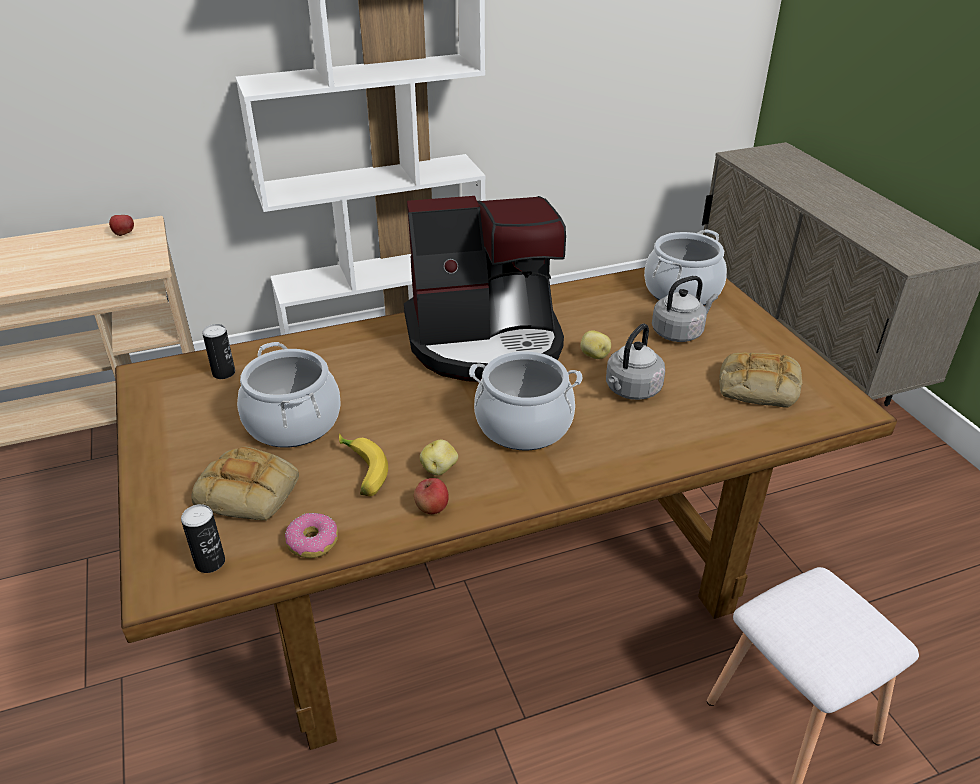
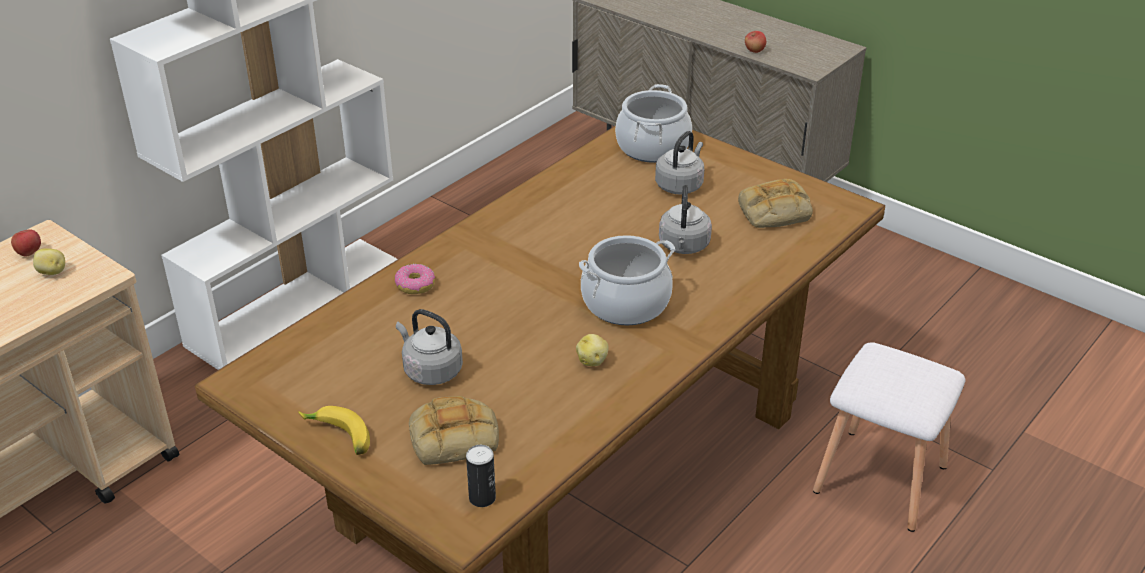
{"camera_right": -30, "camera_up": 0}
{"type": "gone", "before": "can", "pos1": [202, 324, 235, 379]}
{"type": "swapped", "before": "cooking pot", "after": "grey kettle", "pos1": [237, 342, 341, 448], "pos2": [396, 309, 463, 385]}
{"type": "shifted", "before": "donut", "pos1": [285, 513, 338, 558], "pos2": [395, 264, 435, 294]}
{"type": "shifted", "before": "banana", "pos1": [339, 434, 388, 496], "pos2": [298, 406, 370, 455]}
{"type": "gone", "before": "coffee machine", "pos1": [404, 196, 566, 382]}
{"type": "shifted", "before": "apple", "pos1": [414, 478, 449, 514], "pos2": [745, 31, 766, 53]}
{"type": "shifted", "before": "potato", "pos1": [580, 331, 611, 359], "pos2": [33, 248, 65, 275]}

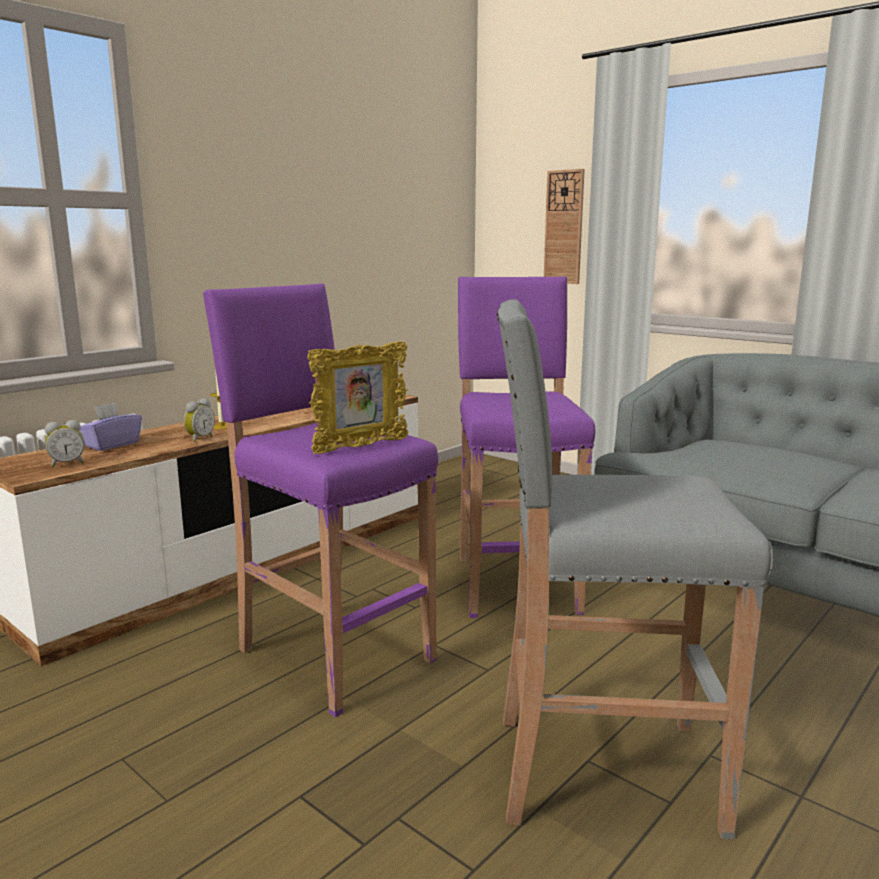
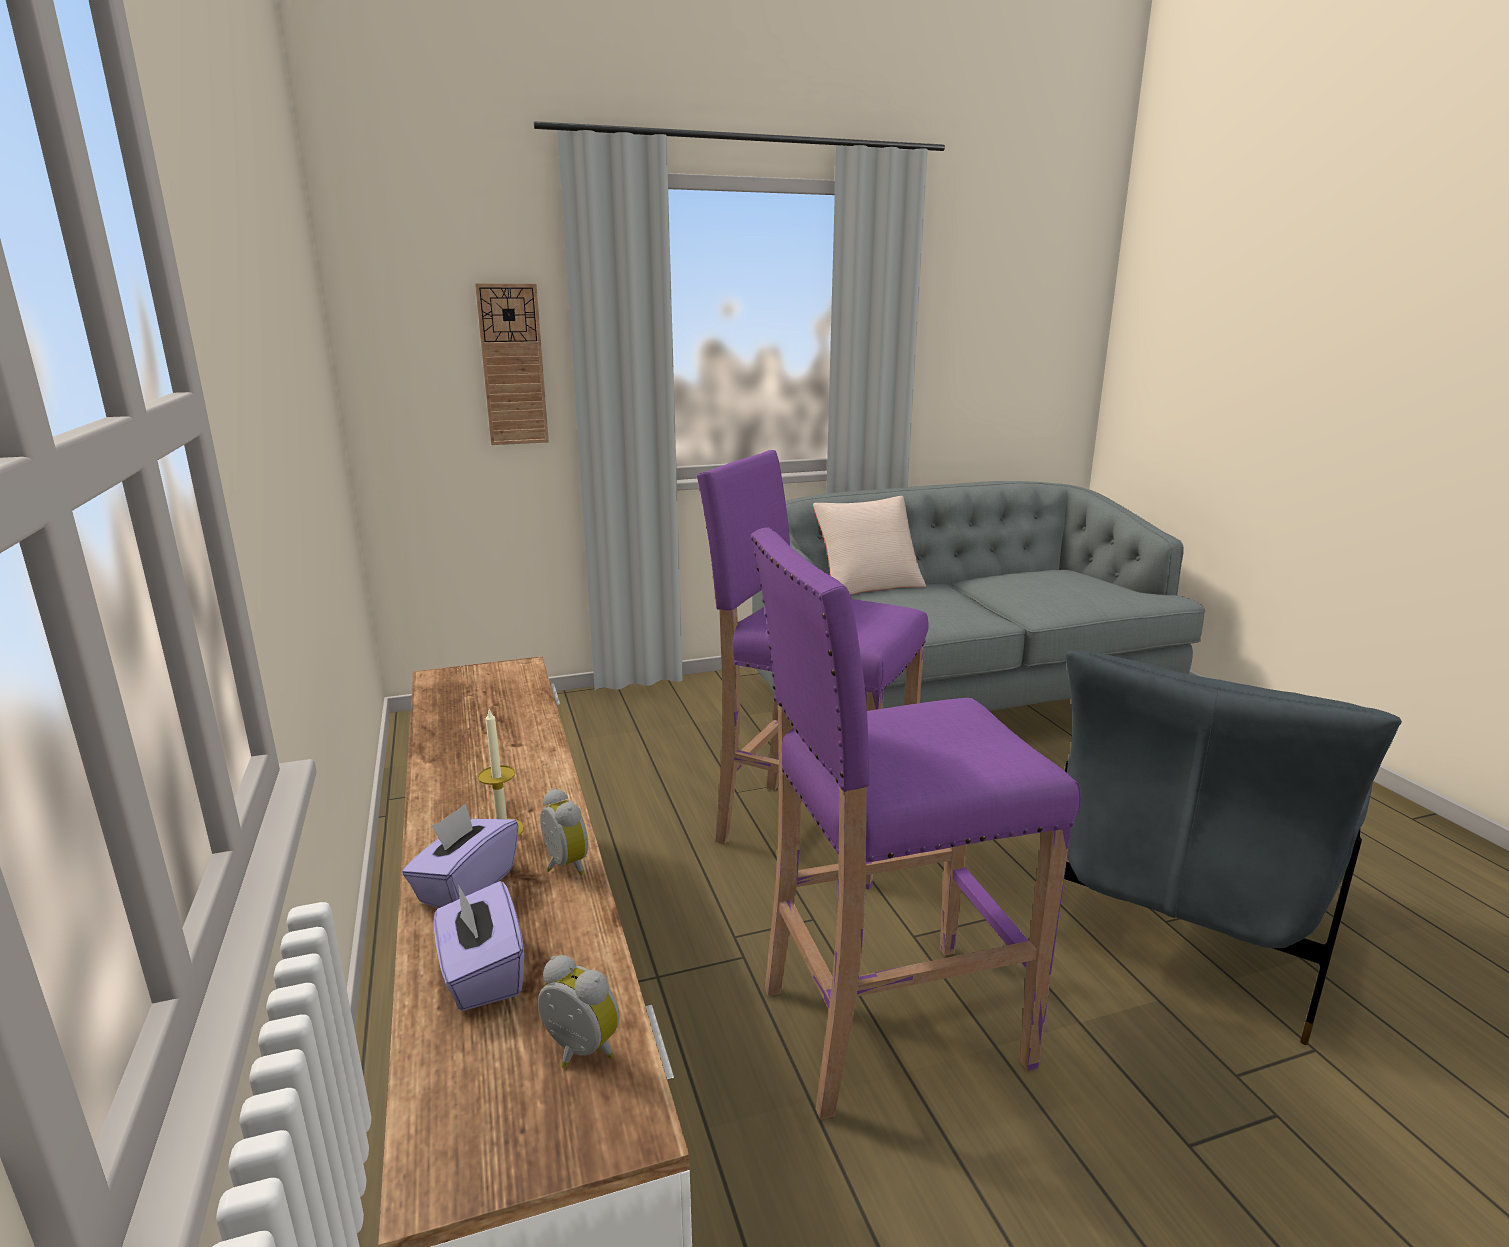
{"camera_right": -60, "camera_up": 5}
{"type": "rotated", "before": "alarm clock", "pos1": [45, 420, 85, 468], "pos2": [538, 955, 620, 1068], "turn": -60}
{"type": "gone", "before": "picture frame", "pos1": [307, 342, 408, 454]}
{"type": "swapped", "before": "grey stool", "after": "grey armchair", "pos1": [497, 299, 773, 839], "pos2": [1064, 650, 1402, 1045]}
{"type": "new", "after": "purple tissue box", "pos2": [402, 804, 519, 908]}
{"type": "new", "after": "beige pillow", "pos2": [813, 496, 926, 595]}

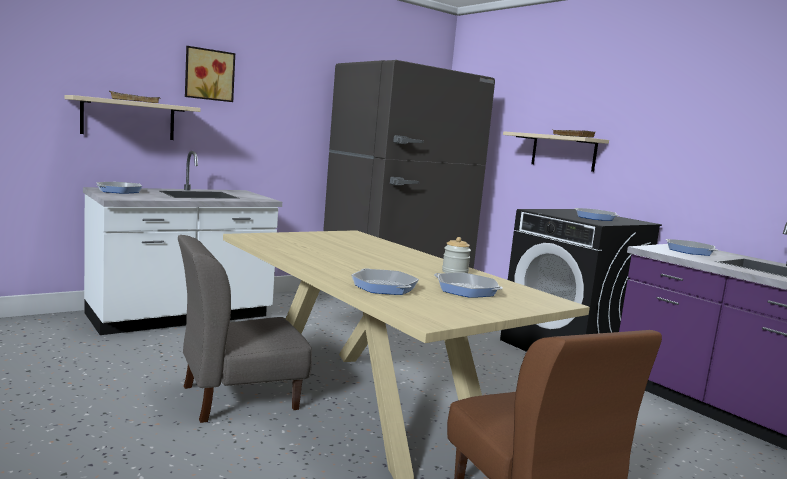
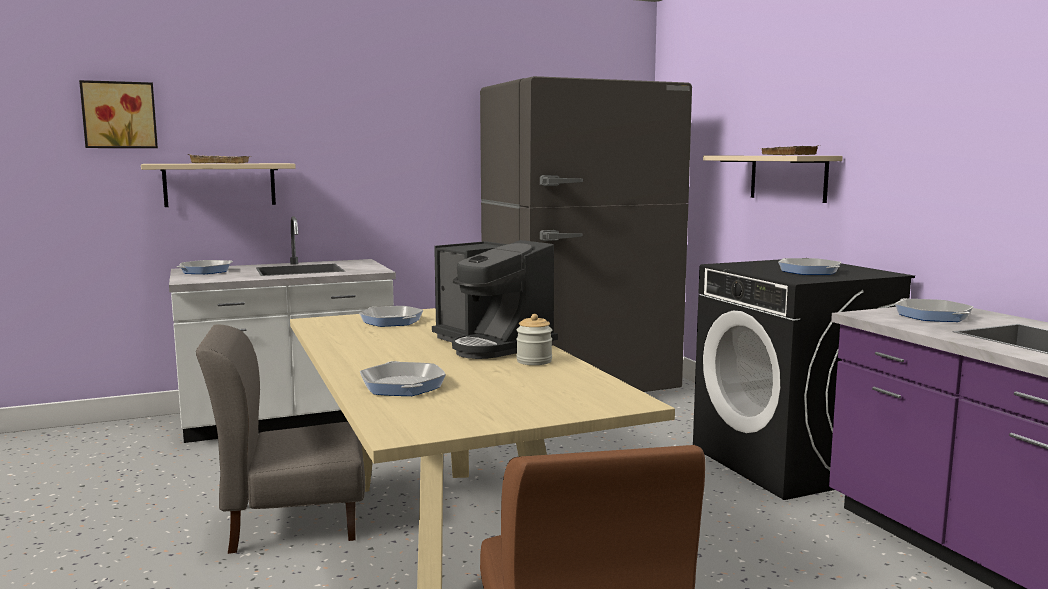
{"camera_right": 15, "camera_up": 0}
{"type": "shifted", "before": "picture", "pos1": [185, 46, 235, 102], "pos2": [79, 80, 158, 148]}
{"type": "shifted", "before": "frying pan", "pos1": [434, 273, 503, 298], "pos2": [359, 306, 423, 327]}
{"type": "new", "after": "coffee machine", "pos2": [432, 240, 558, 359]}

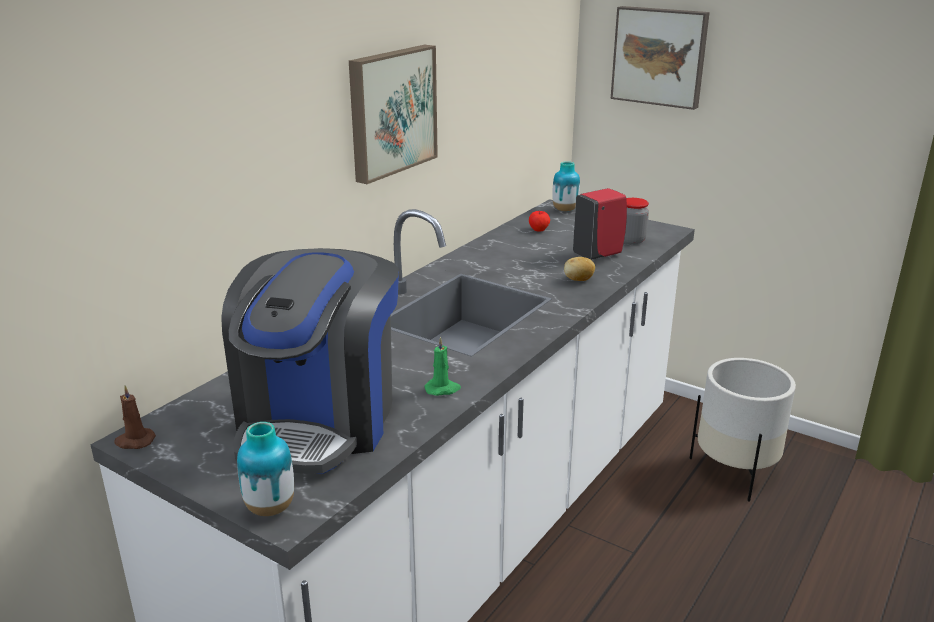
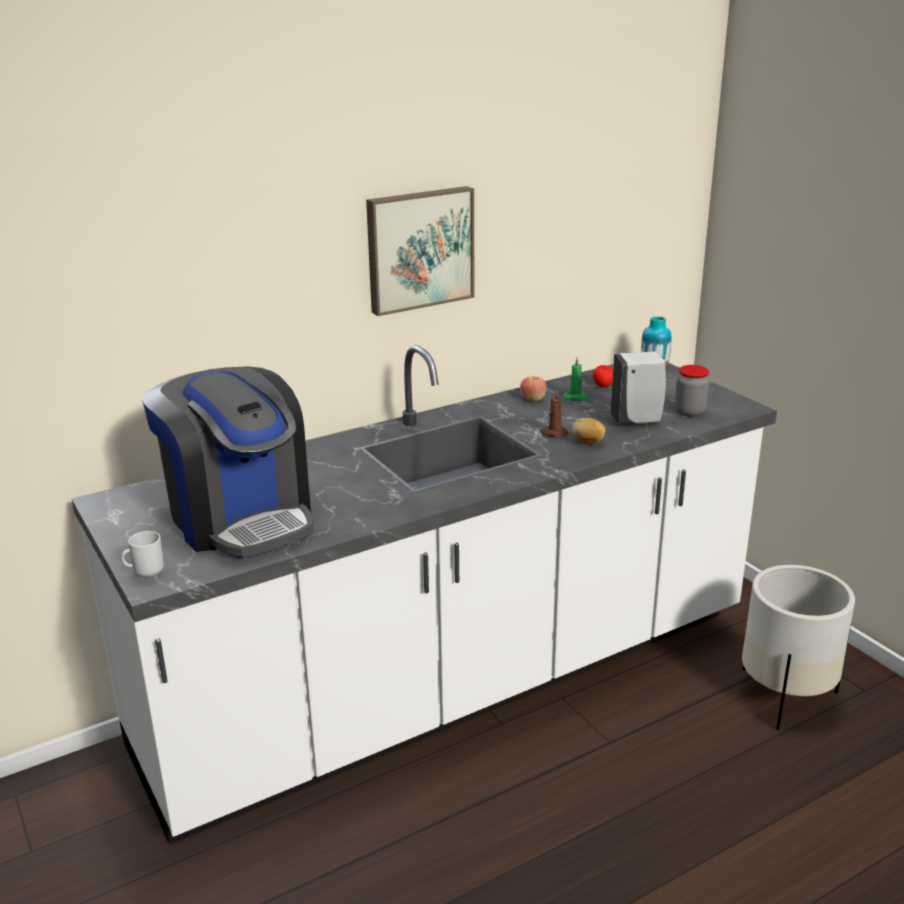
{"camera_right": 25, "camera_up": 0}
{"type": "shifted", "before": "brown candle", "pos1": [114, 385, 156, 449], "pos2": [540, 390, 569, 438]}
{"type": "rotated", "before": "coffee machine", "pos1": [221, 248, 399, 474], "pos2": [142, 366, 313, 558], "turn": -75}
{"type": "swapped", "before": "vase", "after": "mug", "pos1": [237, 422, 294, 516], "pos2": [121, 531, 164, 578]}
{"type": "shifted", "before": "green candle", "pos1": [424, 337, 461, 396], "pos2": [563, 357, 590, 401]}
{"type": "repainted", "before": "red soap dispenser", "after": "white soap dispenser", "pos1": [573, 188, 627, 260], "pos2": [611, 351, 666, 424]}
{"type": "gone", "before": "picture", "pos1": [611, 6, 710, 110]}
{"type": "new", "after": "apple", "pos2": [520, 376, 547, 401]}

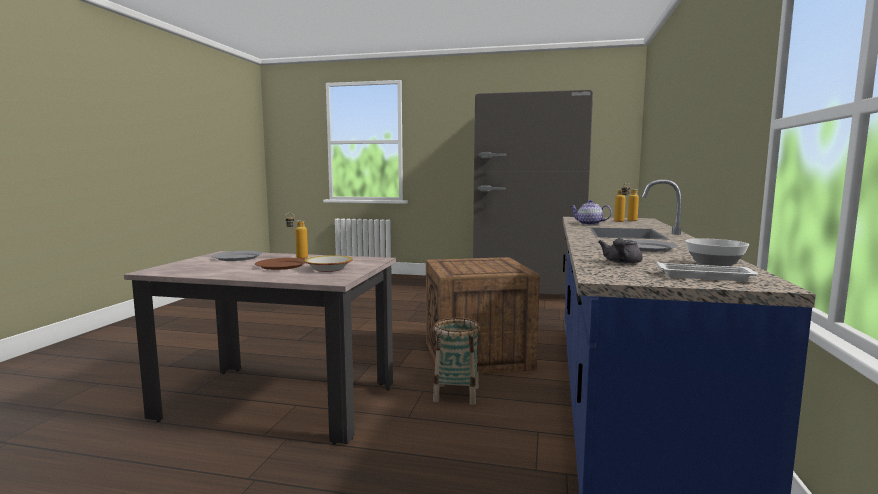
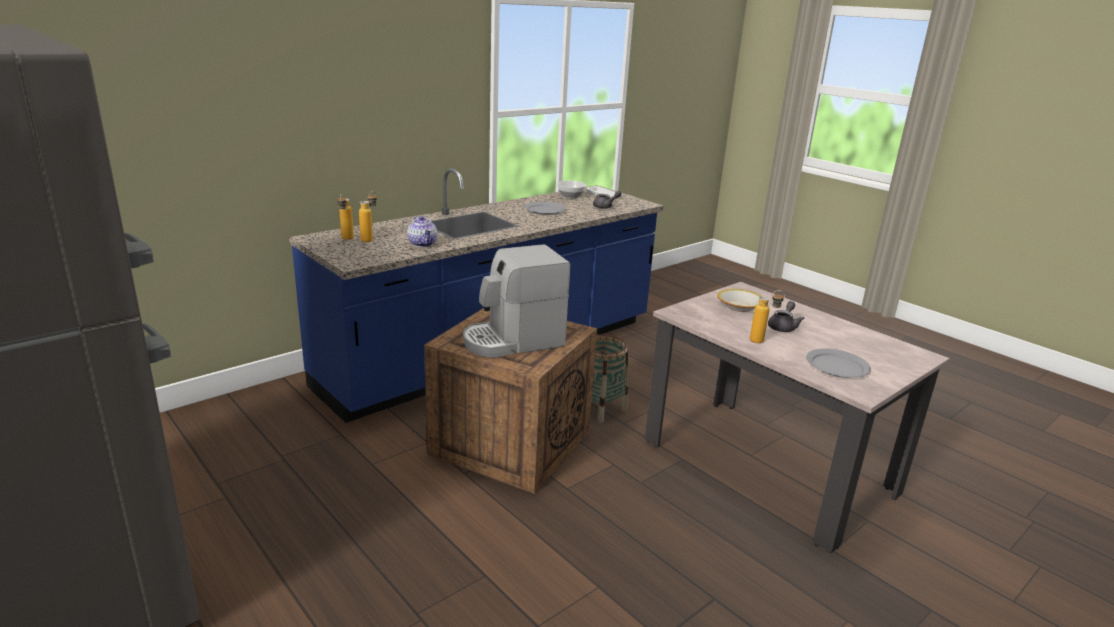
{"camera_right": -145, "camera_up": 15}
{"type": "swapped", "before": "brown plate", "after": "grey teapot", "pos1": [255, 258, 305, 270], "pos2": [768, 301, 805, 332]}
{"type": "new", "after": "coffee machine", "pos2": [463, 244, 570, 358]}

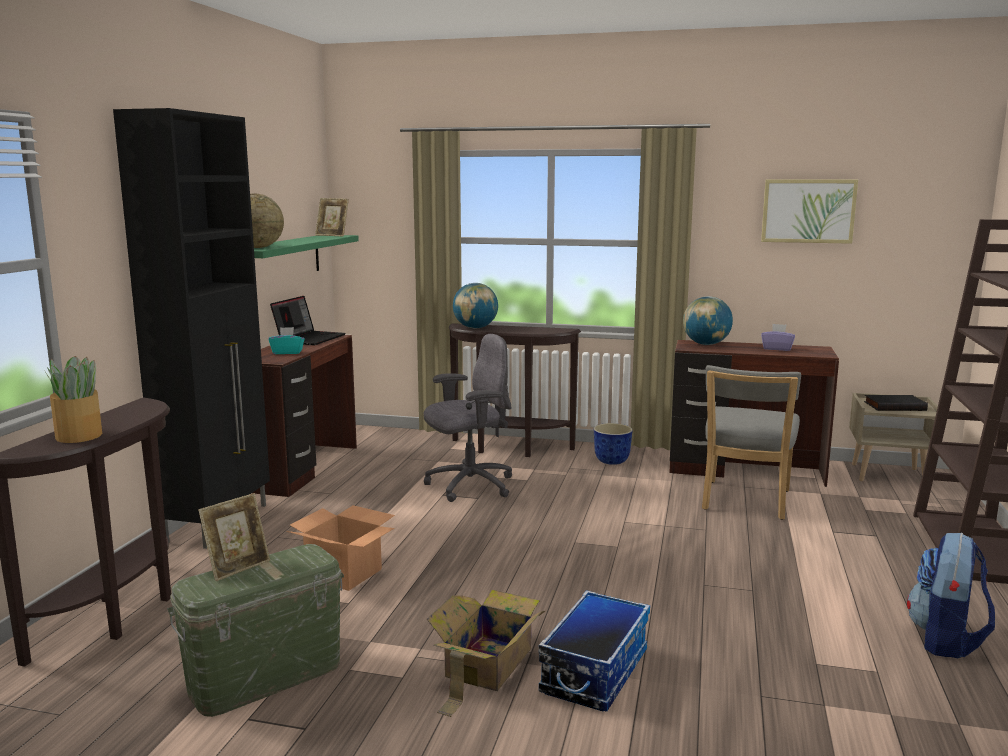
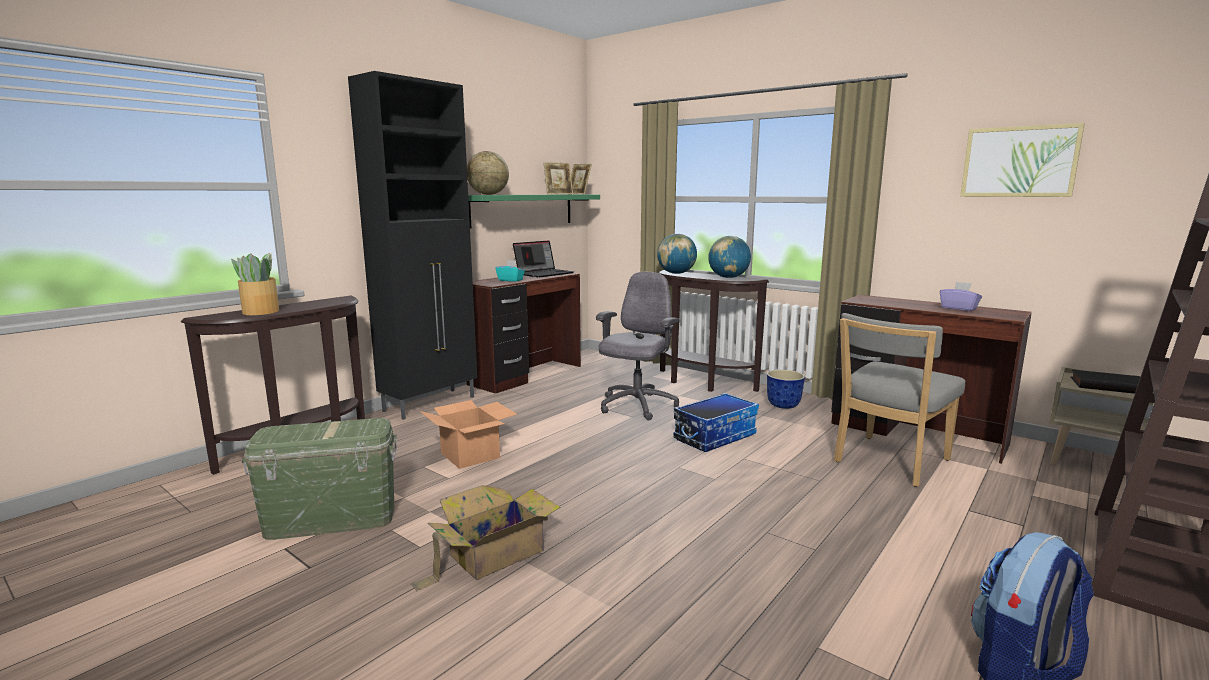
{"camera_right": 25, "camera_up": 0}
{"type": "shifted", "before": "picture frame", "pos1": [198, 493, 270, 581], "pos2": [544, 162, 573, 194]}
{"type": "rotated", "before": "grey office chair", "pos1": [424, 334, 512, 502], "pos2": [596, 272, 680, 420], "turn": -60}
{"type": "shifted", "before": "storage box", "pos1": [539, 590, 650, 712], "pos2": [673, 393, 759, 452]}
{"type": "shifted", "before": "globe", "pos1": [683, 296, 733, 345], "pos2": [708, 236, 751, 278]}

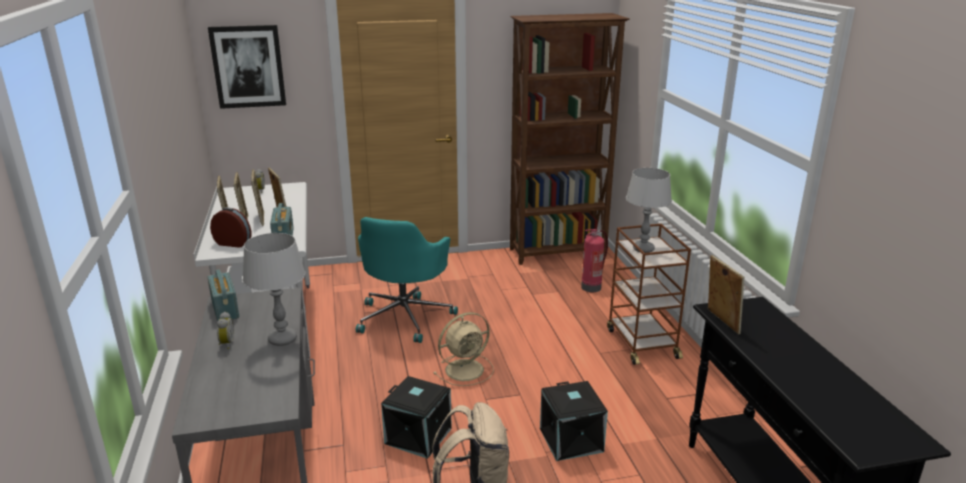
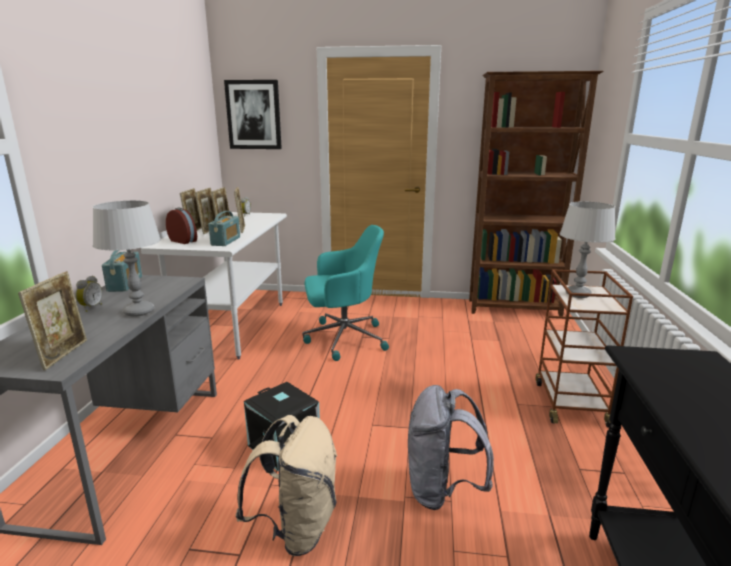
{"camera_right": 20, "camera_up": -5}
{"type": "rotated", "before": "turquoise office chair", "pos1": [356, 217, 458, 343], "pos2": [302, 225, 389, 361], "turn": -135}
{"type": "gone", "before": "beige fan", "pos1": [433, 312, 494, 386]}
{"type": "swapped", "before": "black storage box", "after": "grey backpack", "pos1": [540, 381, 608, 461], "pos2": [408, 385, 494, 510]}
{"type": "gone", "before": "fire extinguisher", "pos1": [581, 229, 608, 292]}
{"type": "shifted", "before": "picture frame", "pos1": [708, 255, 744, 334], "pos2": [18, 271, 87, 370]}

